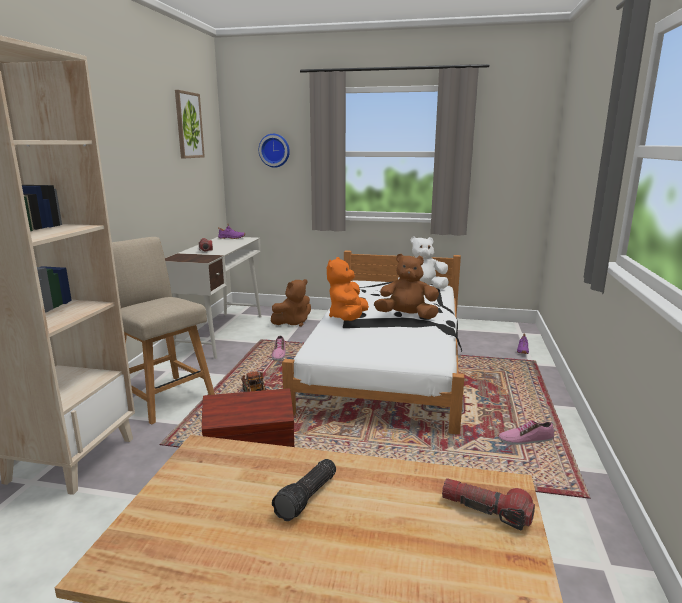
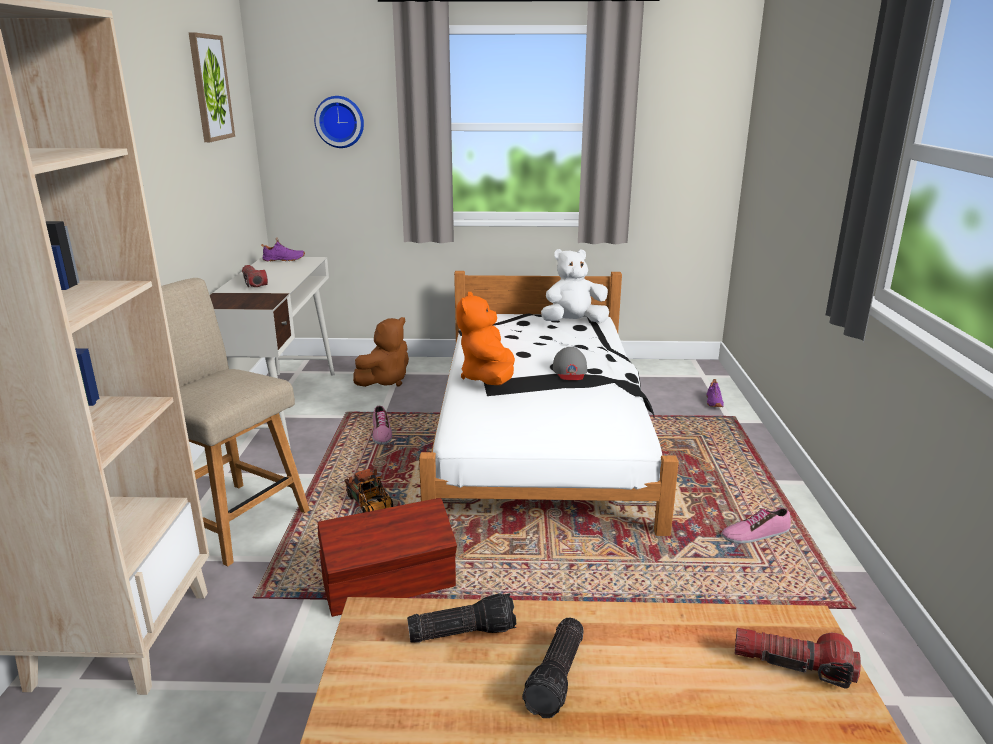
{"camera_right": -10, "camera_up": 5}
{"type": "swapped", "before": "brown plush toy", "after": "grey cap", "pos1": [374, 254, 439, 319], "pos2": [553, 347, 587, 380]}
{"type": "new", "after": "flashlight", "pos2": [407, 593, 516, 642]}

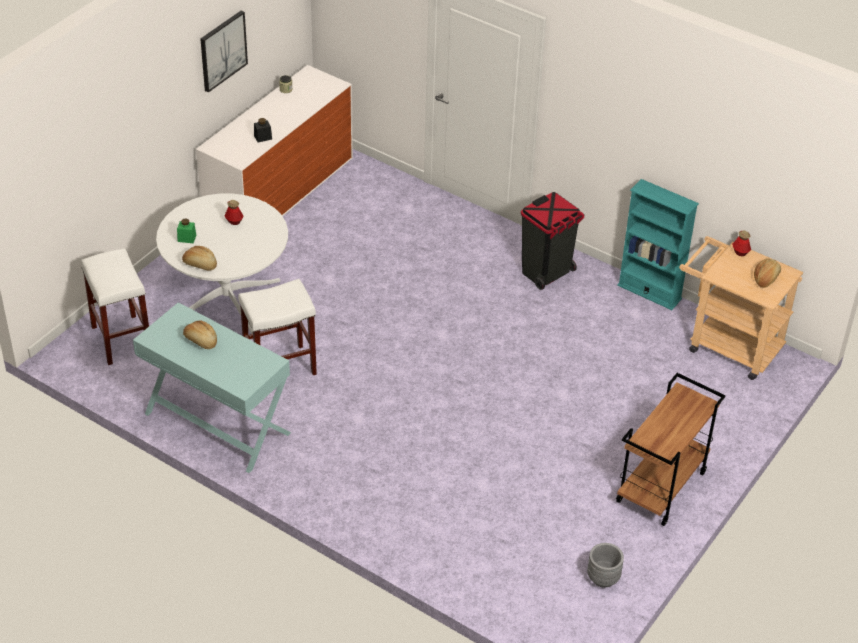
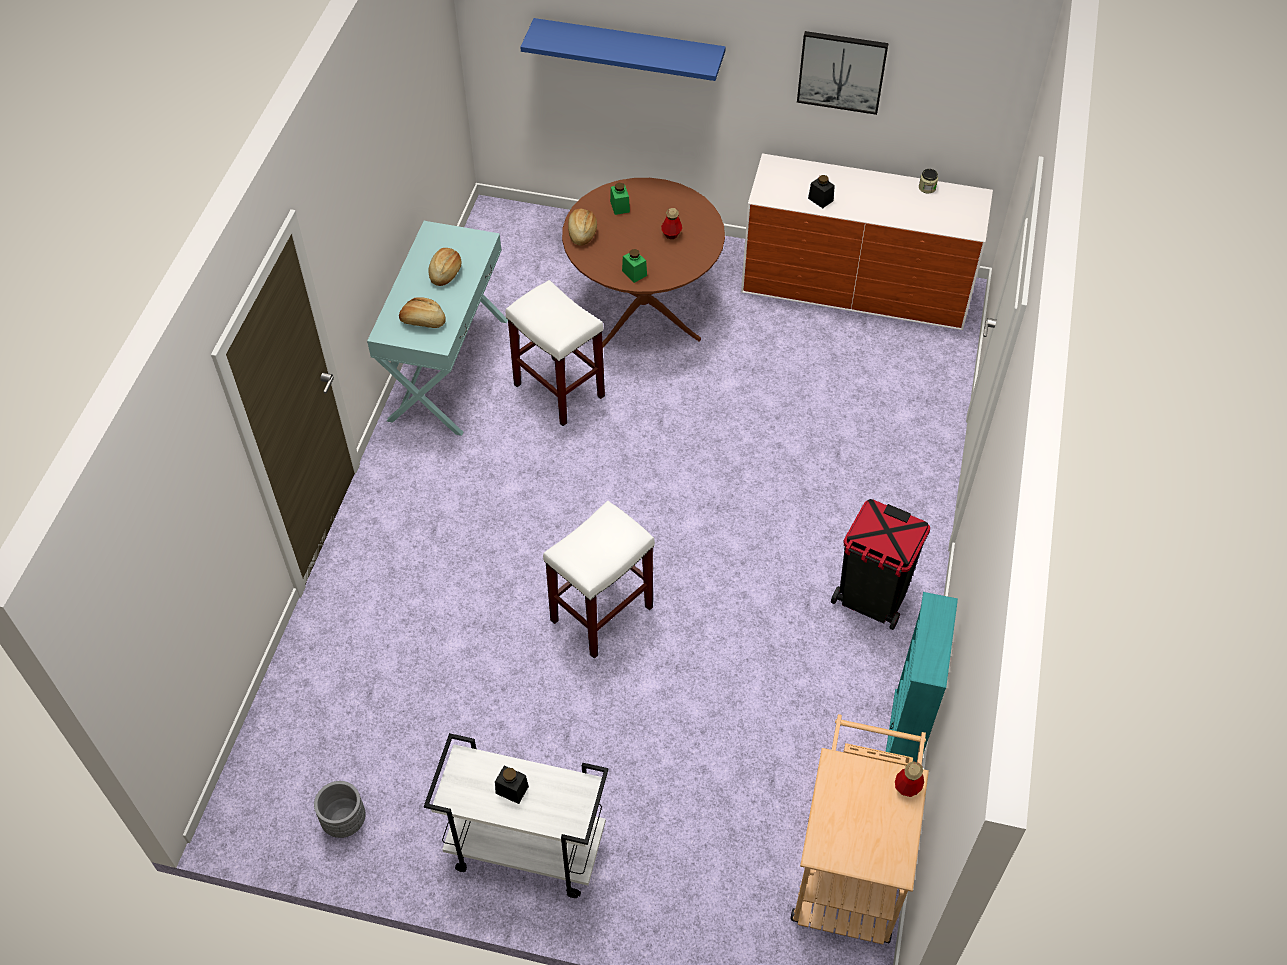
{"camera_right": 70, "camera_up": 10}
{"type": "shifted", "before": "white stool", "pos1": [81, 248, 149, 365], "pos2": [543, 501, 655, 659]}
{"type": "repainted", "before": "white dining table", "after": "brown dining table", "pos1": [156, 193, 288, 334], "pos2": [562, 178, 725, 348]}
{"type": "repainted", "before": "brown cart", "after": "white cart", "pos1": [616, 373, 726, 526], "pos2": [424, 733, 608, 898]}
{"type": "shifted", "before": "bread", "pos1": [754, 258, 781, 288], "pos2": [399, 297, 446, 328]}
{"type": "new", "after": "black jar", "pos2": [495, 765, 529, 804]}
{"type": "new", "after": "blue shelf", "pos2": [521, 18, 726, 81]}
{"type": "new", "after": "green jar", "pos2": [622, 249, 647, 283]}

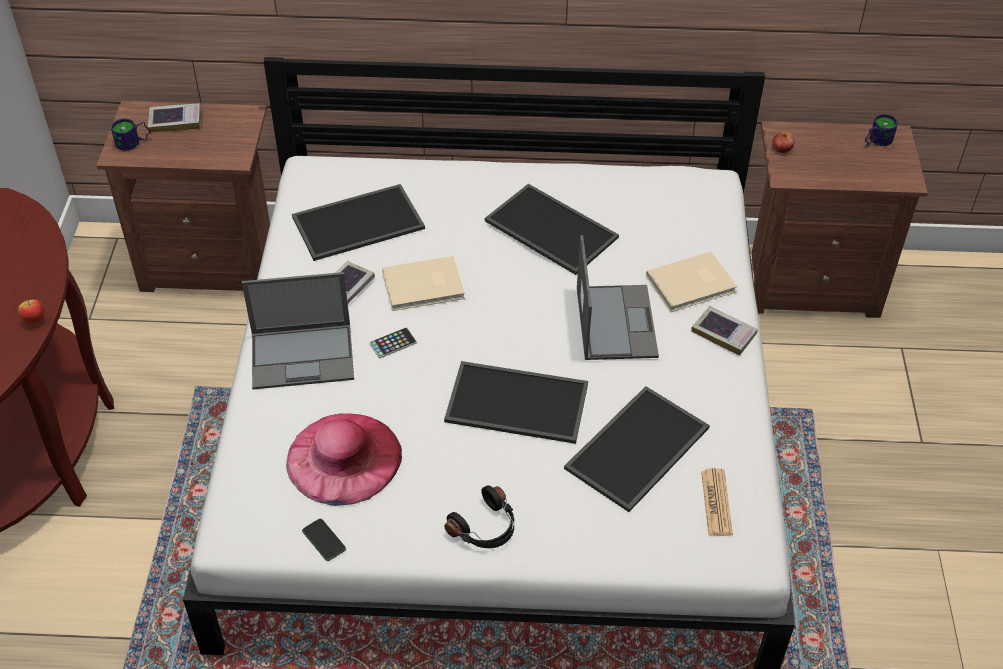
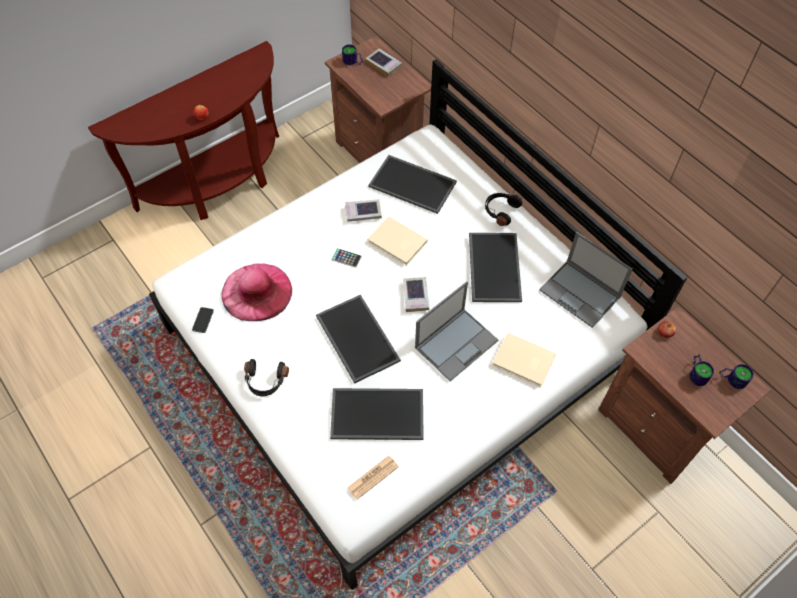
{"camera_right": 50, "camera_up": 10}
{"type": "shifted", "before": "laptop", "pos1": [242, 272, 354, 389], "pos2": [539, 232, 633, 328]}
{"type": "shifted", "before": "book", "pos1": [691, 306, 758, 356], "pos2": [403, 277, 429, 312]}
{"type": "new", "after": "black headphones", "pos2": [485, 193, 522, 226]}
{"type": "new", "after": "mug", "pos2": [689, 354, 714, 386]}

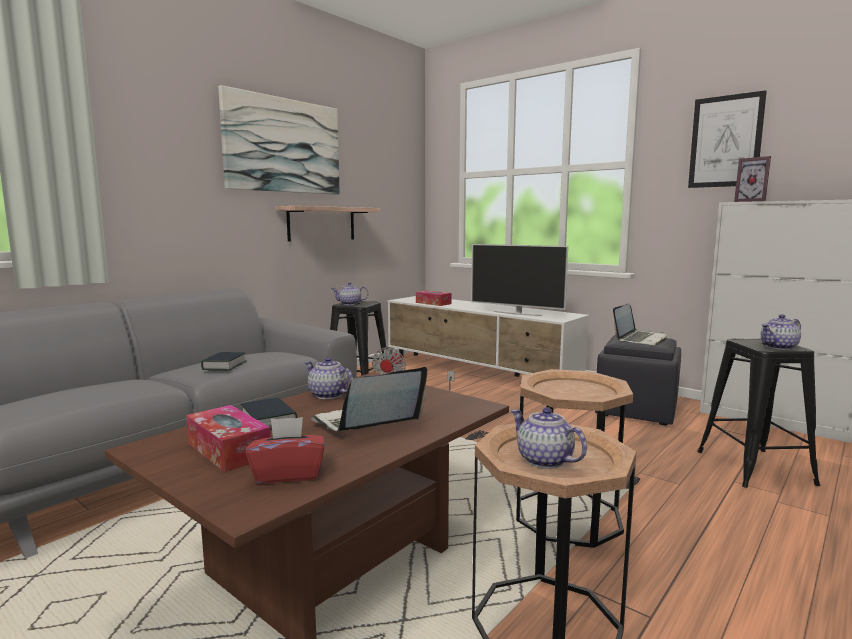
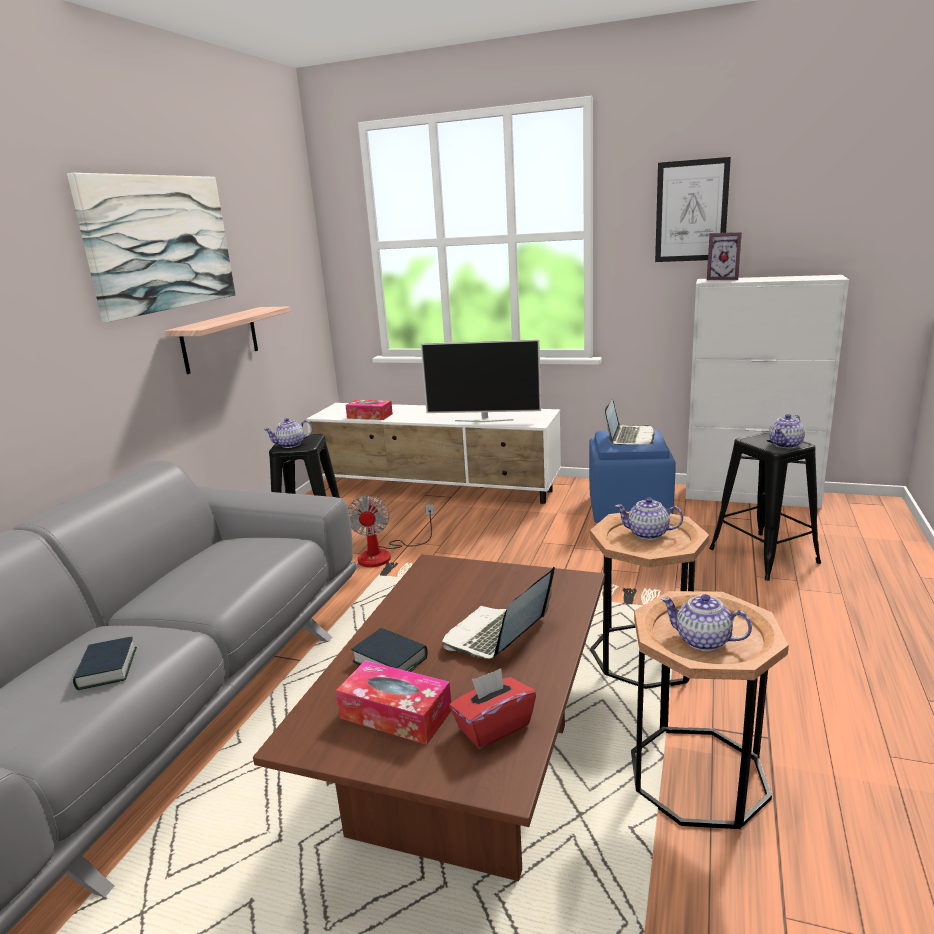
{"camera_right": -20, "camera_up": 10}
{"type": "shifted", "before": "book", "pos1": [201, 352, 247, 370], "pos2": [73, 637, 137, 690]}
{"type": "shifted", "before": "teapot", "pos1": [304, 357, 354, 399], "pos2": [615, 498, 683, 540]}
{"type": "repainted", "before": "black ottoman", "after": "blue ottoman", "pos1": [595, 335, 681, 425], "pos2": [589, 429, 676, 523]}

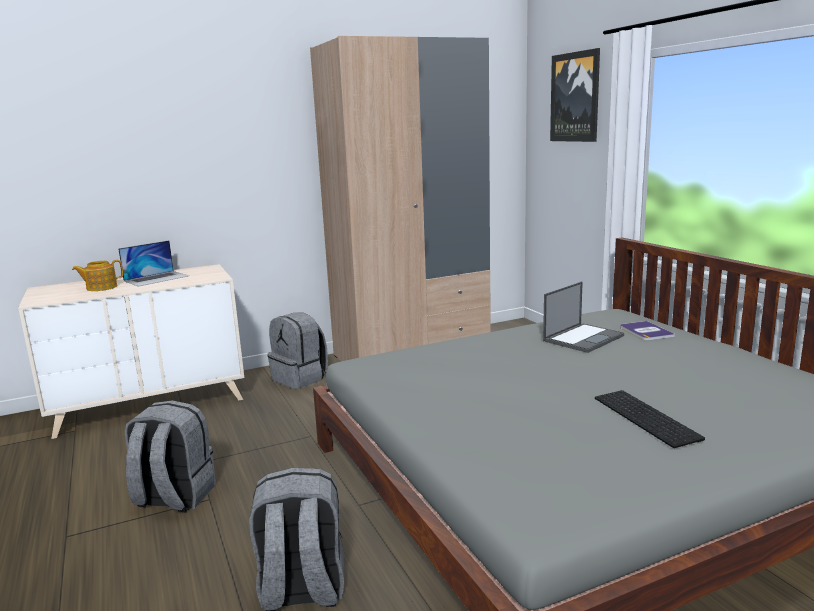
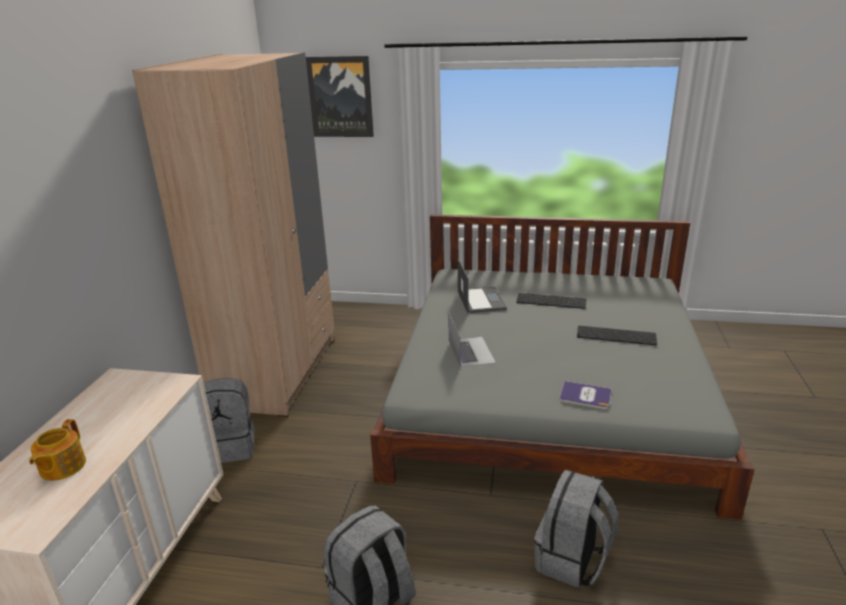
{"camera_right": -55, "camera_up": 10}
{"type": "shifted", "before": "laptop", "pos1": [118, 240, 189, 287], "pos2": [448, 312, 496, 367]}
{"type": "shifted", "before": "book", "pos1": [620, 321, 675, 341], "pos2": [560, 381, 612, 410]}
{"type": "new", "after": "keyboard", "pos2": [516, 293, 587, 309]}

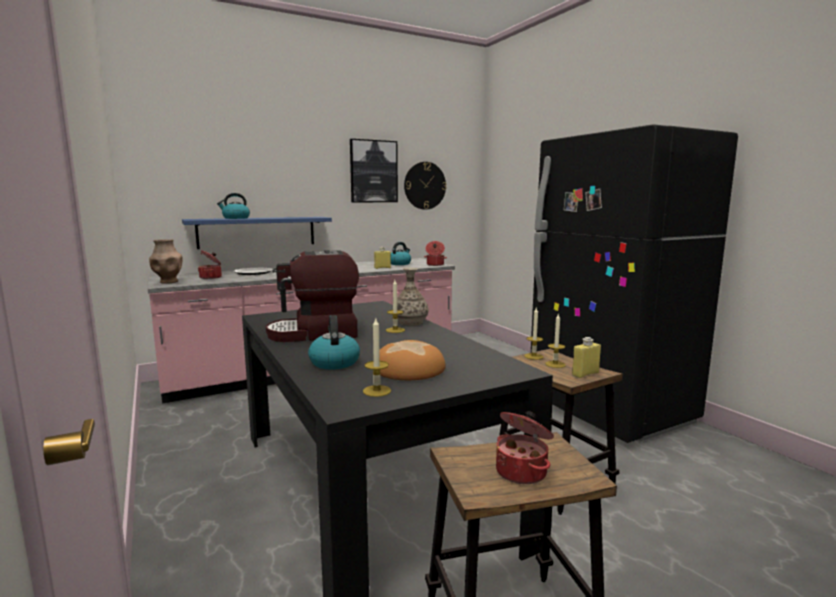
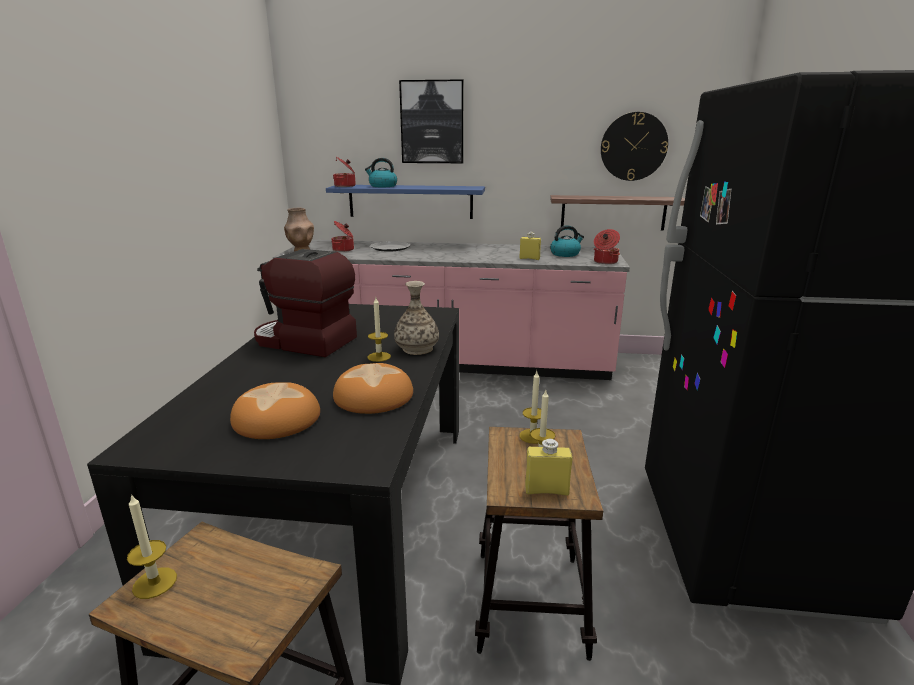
{"camera_right": 35, "camera_up": 10}
{"type": "gone", "before": "kettle", "pos1": [308, 315, 360, 370]}
{"type": "shifted", "before": "picture", "pos1": [350, 139, 398, 202], "pos2": [399, 79, 464, 163]}
{"type": "shifted", "before": "candle", "pos1": [363, 318, 391, 397], "pos2": [127, 494, 177, 599]}
{"type": "shifted", "before": "cooking pot", "pos1": [496, 411, 554, 484], "pos2": [333, 157, 356, 187]}
{"type": "new", "after": "bread", "pos2": [333, 363, 413, 414]}
{"type": "new", "after": "shelf", "pos2": [550, 195, 685, 231]}

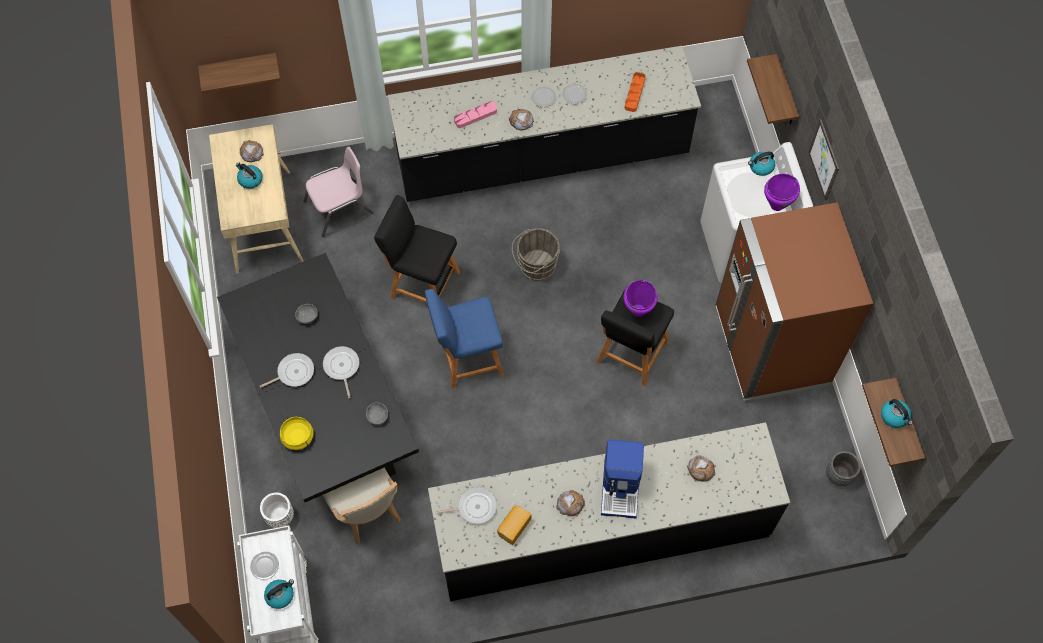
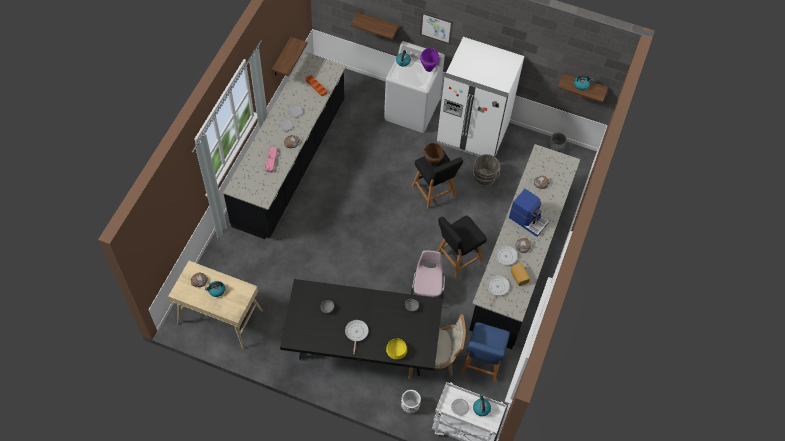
{"camera_right": -60, "camera_up": -5}
{"type": "shifted", "before": "shelf", "pos1": [198, 53, 280, 93], "pos2": [271, 37, 308, 76]}
{"type": "shifted", "before": "pink chair", "pos1": [303, 147, 373, 237], "pos2": [411, 250, 445, 299]}
{"type": "shifted", "before": "frying pan", "pos1": [323, 346, 359, 398], "pos2": [495, 245, 529, 265]}
{"type": "shifted", "before": "black stool", "pos1": [374, 195, 460, 303], "pos2": [437, 215, 487, 278]}
{"type": "shifted", "before": "blue stool", "pos1": [425, 289, 504, 389], "pos2": [461, 322, 510, 383]}
{"type": "shifted", "before": "grey bucket", "pos1": [512, 228, 560, 281], "pos2": [473, 154, 501, 187]}
{"type": "repainted", "before": "purple cooking pot", "after": "brown cooking pot", "pos1": [623, 280, 658, 317], "pos2": [424, 143, 444, 166]}
{"type": "repainted", "before": "brown fridge", "after": "white fridge", "pos1": [716, 202, 873, 401], "pos2": [436, 37, 524, 157]}

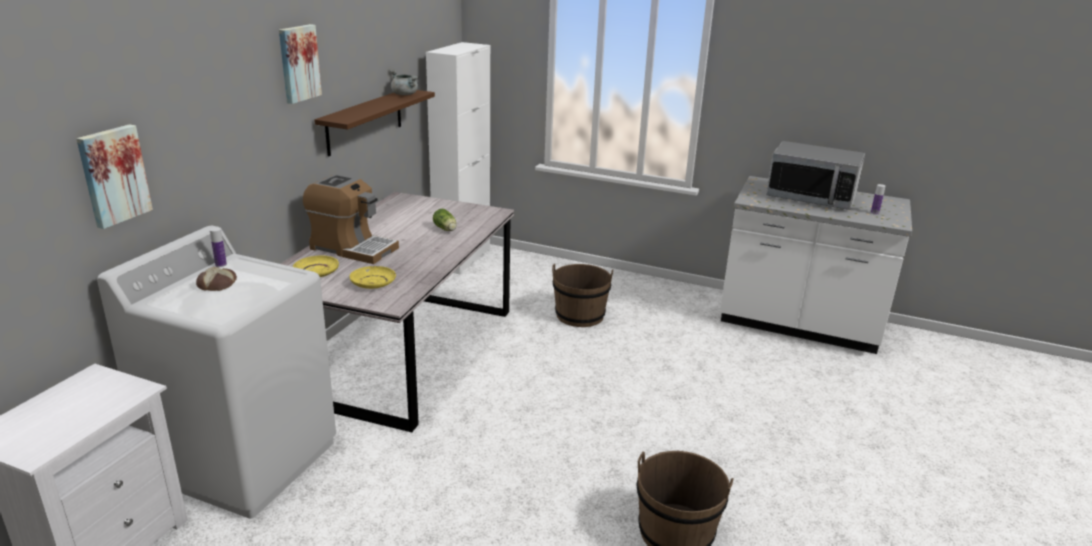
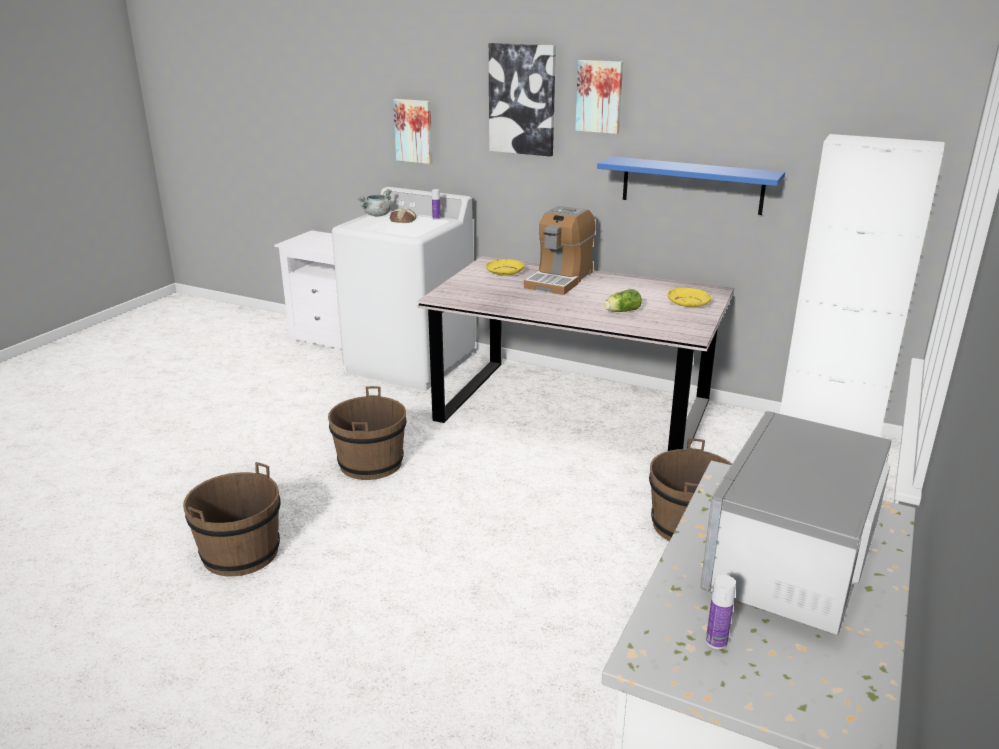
{"camera_right": 95, "camera_up": 0}
{"type": "repainted", "before": "brown shelf", "after": "blue shelf", "pos1": [314, 90, 435, 156], "pos2": [597, 156, 785, 215]}
{"type": "shifted", "before": "yellow plate", "pos1": [350, 266, 396, 289], "pos2": [668, 288, 711, 307]}
{"type": "shifted", "before": "grey cooking pot", "pos1": [390, 69, 418, 95], "pos2": [358, 189, 392, 216]}
{"type": "new", "after": "brown bucket", "pos2": [328, 386, 407, 480]}
{"type": "new", "after": "picture", "pos2": [489, 43, 556, 157]}

